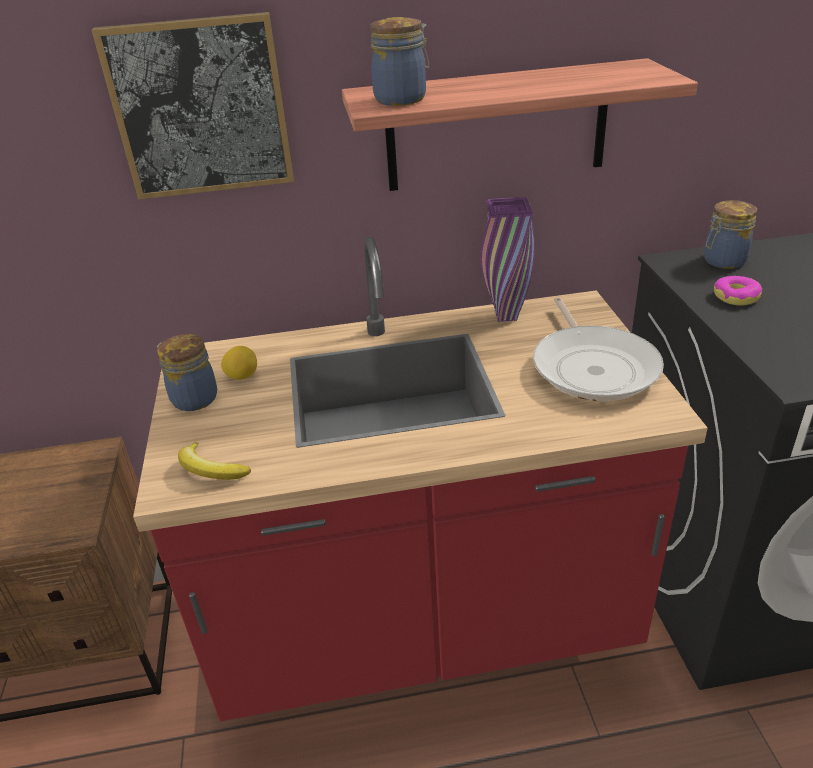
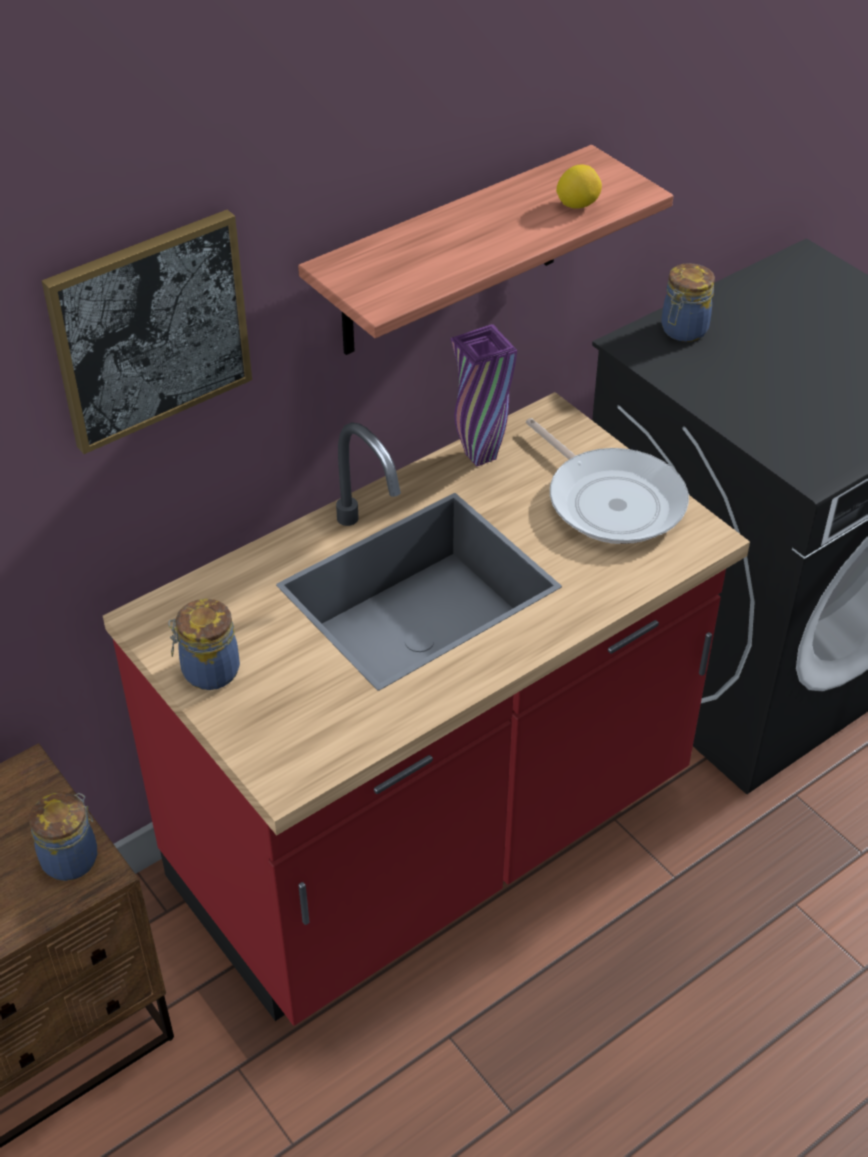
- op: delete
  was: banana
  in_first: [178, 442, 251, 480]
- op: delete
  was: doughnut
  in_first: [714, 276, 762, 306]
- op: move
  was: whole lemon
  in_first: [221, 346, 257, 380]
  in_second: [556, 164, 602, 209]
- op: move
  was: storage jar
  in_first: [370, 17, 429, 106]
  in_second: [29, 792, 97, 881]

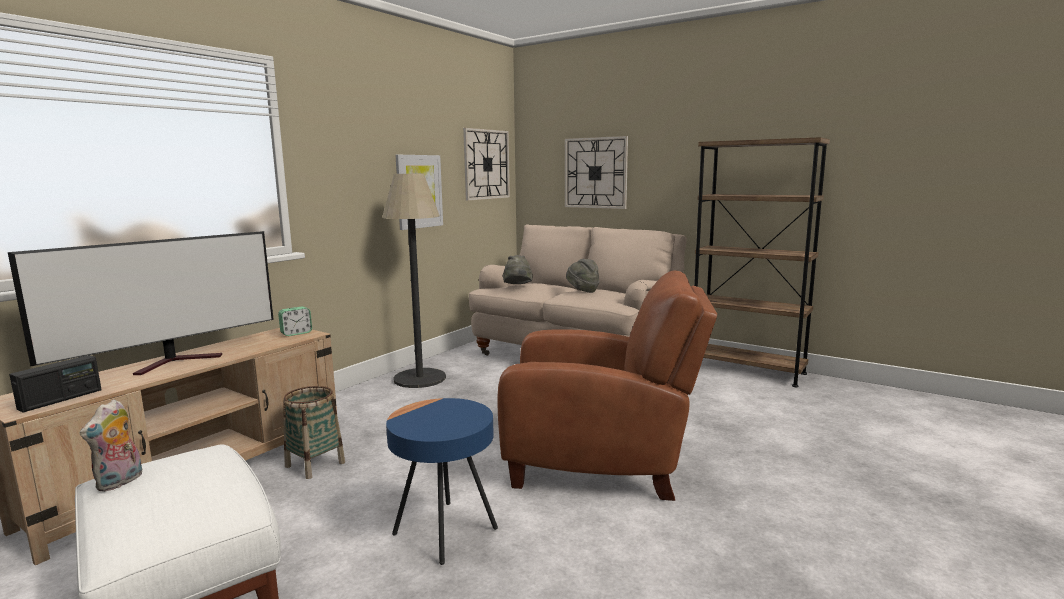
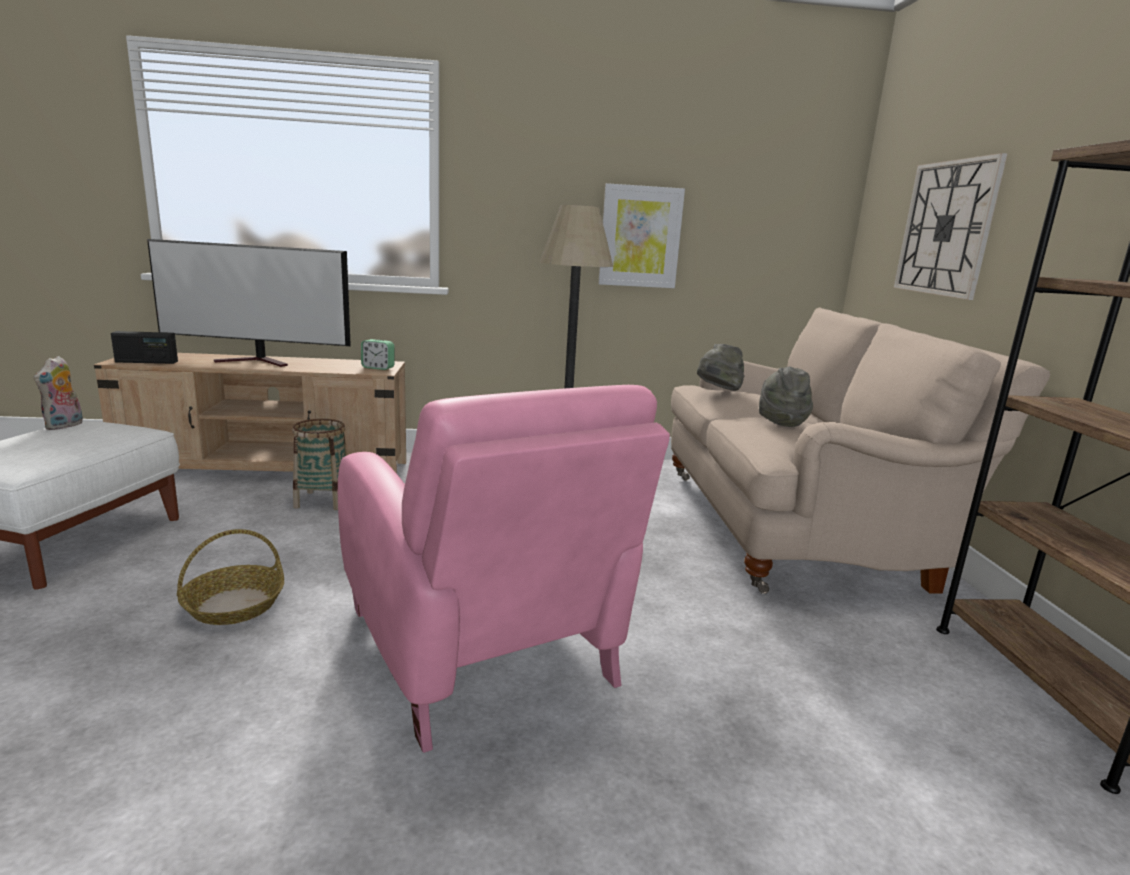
- op: delete
  was: clock on the wall
  in_first: [463, 128, 510, 201]
- op: replace
  was: bluish end table
  now: storage basket
  in_first: [386, 398, 498, 565]
  in_second: [177, 529, 284, 625]
- op: recolor
  was: brown-coloured armchair
  now: pink-coloured armchair
  in_first: [497, 270, 717, 501]
  in_second: [338, 385, 670, 753]
- op: rotate
  was: plush toy
  in_first: [80, 399, 142, 492]
  in_second: [34, 356, 83, 430]
  clockwise: -60

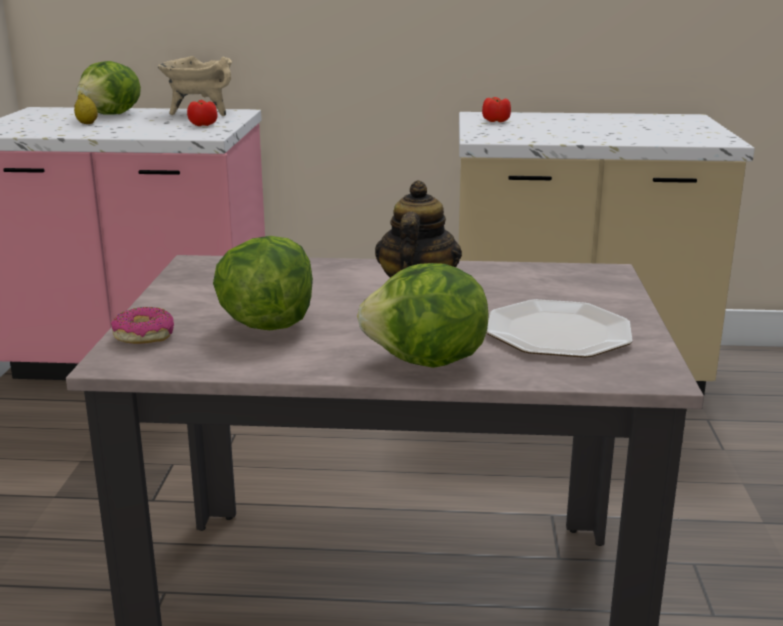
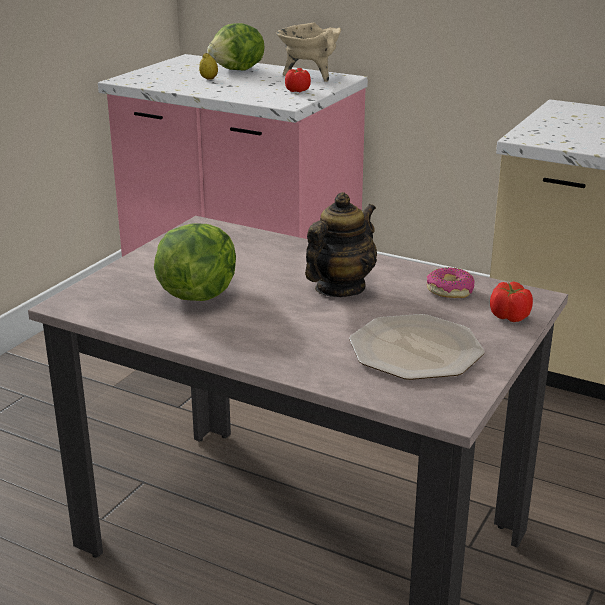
- op: delete
  was: head of lettuce
  in_first: [357, 263, 489, 368]
- op: move
  was: doughnut
  in_first: [111, 307, 174, 344]
  in_second: [427, 267, 475, 298]
- op: move
  was: fresh tomato
  in_first: [482, 97, 511, 122]
  in_second: [490, 281, 533, 322]

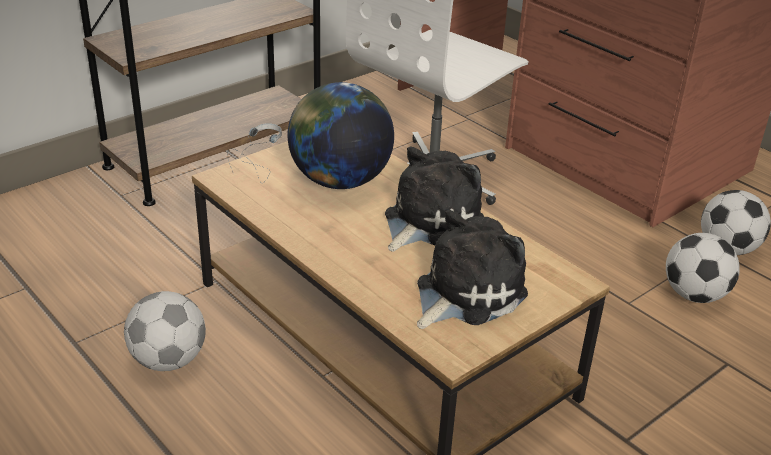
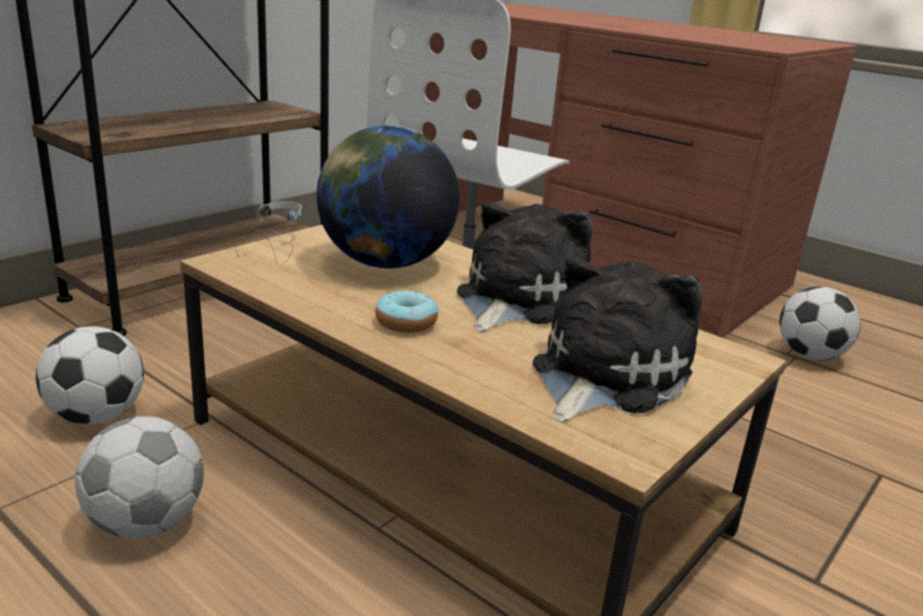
- op: insert
  now: doughnut
  in_second: [375, 289, 439, 333]
- op: move
  was: ball for football
  in_first: [666, 233, 740, 303]
  in_second: [36, 326, 144, 424]

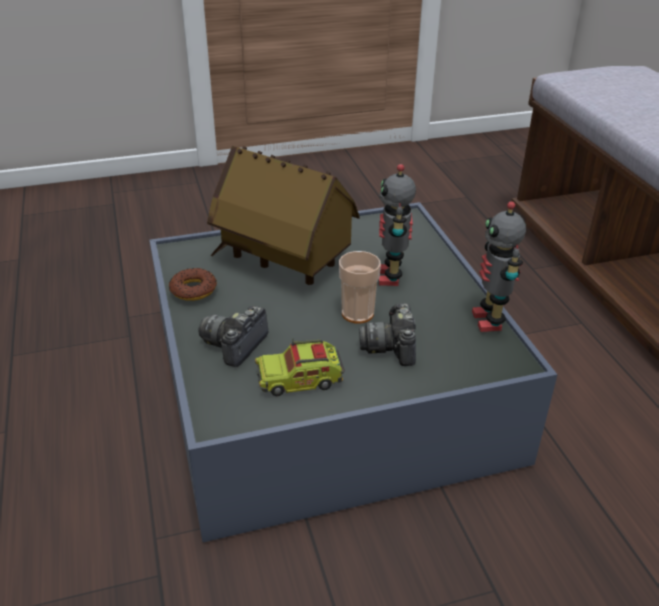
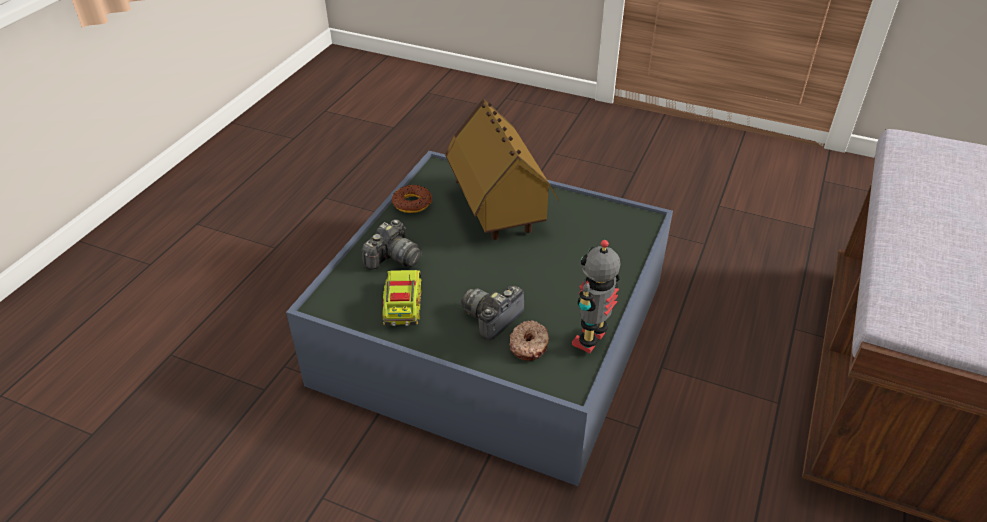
- op: delete
  was: cup
  in_first: [339, 251, 381, 324]
- op: delete
  was: toy robot
  in_first: [379, 164, 416, 286]
- op: insert
  now: doughnut
  in_second: [509, 320, 549, 361]
- op: rotate
  was: still camera
  in_first: [198, 306, 268, 367]
  in_second: [362, 219, 422, 270]
  clockwise: 150
- op: rotate
  was: model truck
  in_first: [255, 340, 345, 396]
  in_second: [382, 270, 422, 326]
  clockwise: 60

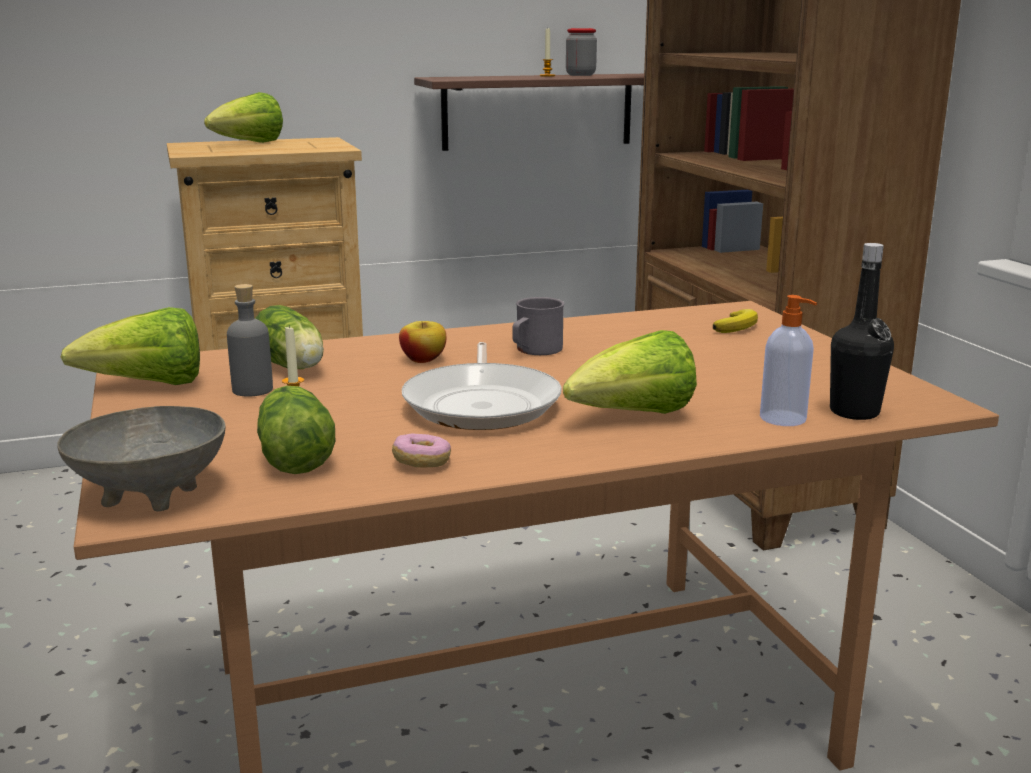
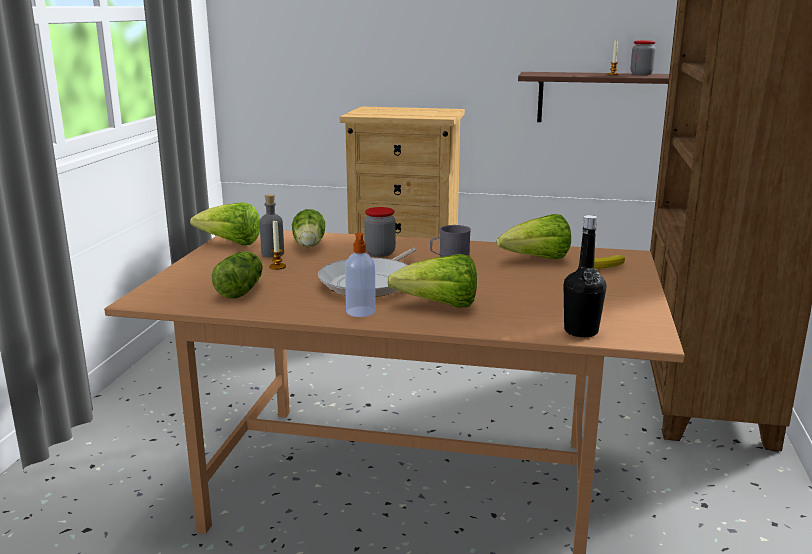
- op: delete
  was: gray bowl
  in_first: [57, 406, 226, 511]
- op: delete
  was: doughnut
  in_first: [392, 433, 451, 467]
- op: move
  was: head of lettuce
  in_first: [204, 92, 283, 143]
  in_second: [497, 214, 571, 259]
- op: move
  was: liquid soap bottle
  in_first: [760, 295, 817, 426]
  in_second: [345, 233, 376, 317]
- op: replace
  was: apple
  now: storage jar
  in_first: [399, 321, 447, 363]
  in_second: [364, 207, 396, 257]

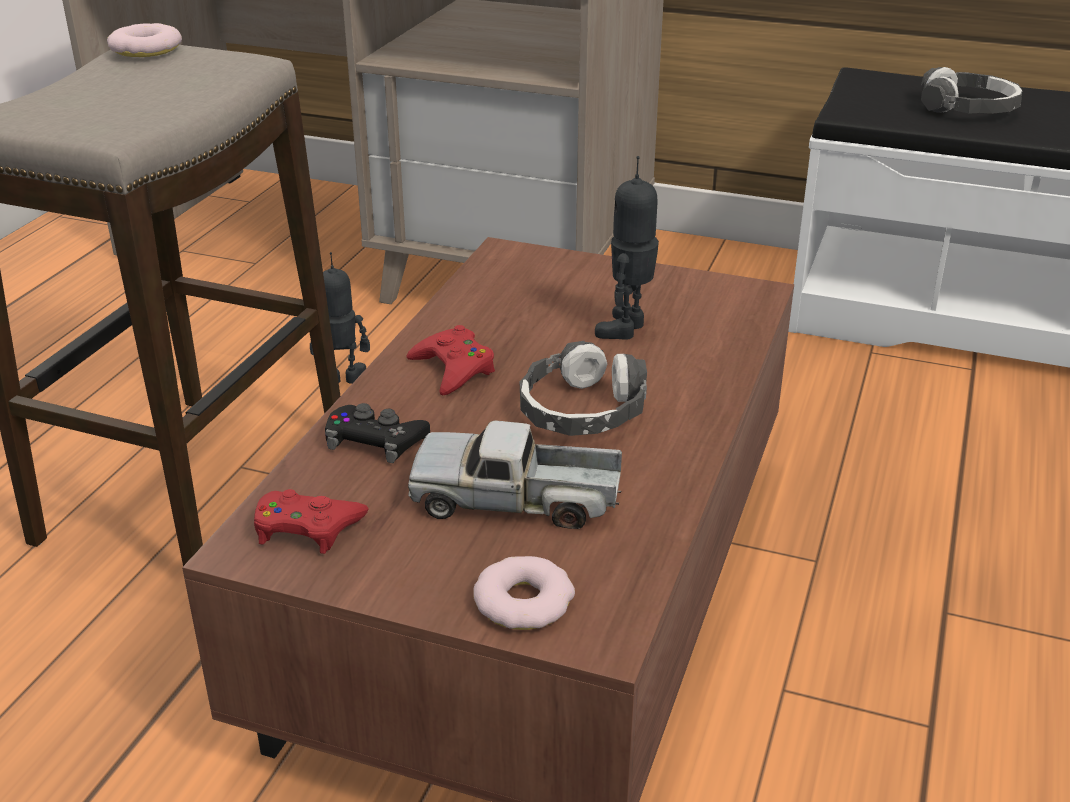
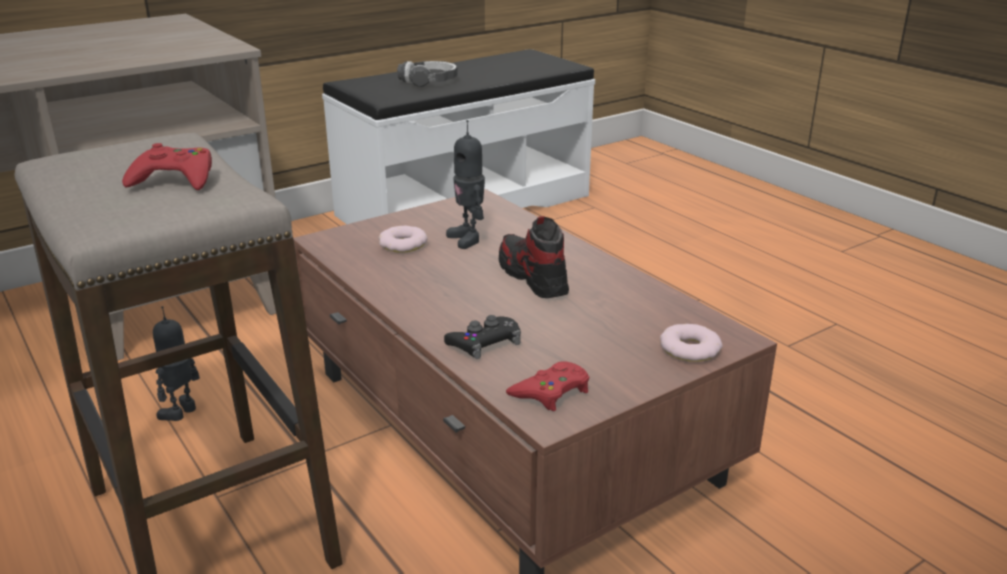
- op: delete
  was: model truck
  in_first: [408, 420, 622, 529]
- op: move
  was: doughnut
  in_first: [107, 23, 182, 57]
  in_second: [379, 226, 428, 253]
- op: move
  was: reddish joypad
  in_first: [407, 325, 495, 395]
  in_second: [122, 143, 212, 190]
- op: replace
  was: headset
  now: shoe
  in_first: [520, 341, 647, 436]
  in_second: [499, 216, 569, 298]

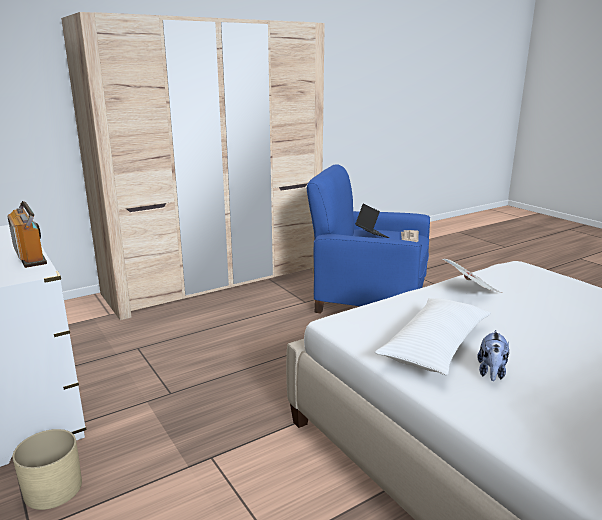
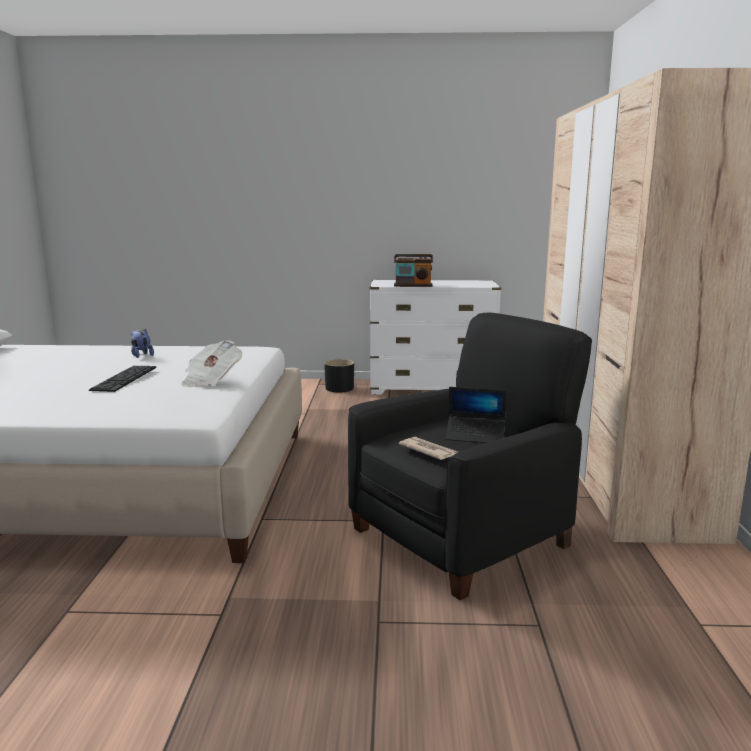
- op: delete
  was: whitish cushion
  in_first: [375, 298, 491, 375]
- op: insert
  now: keyboard
  in_second: [89, 366, 156, 392]
- op: recolor
  was: beige flower pot
  now: black-coloured flower pot
  in_first: [13, 429, 82, 510]
  in_second: [324, 359, 354, 392]
- op: recolor
  was: bluish armchair
  now: black-coloured armchair
  in_first: [307, 164, 430, 314]
  in_second: [348, 312, 592, 600]

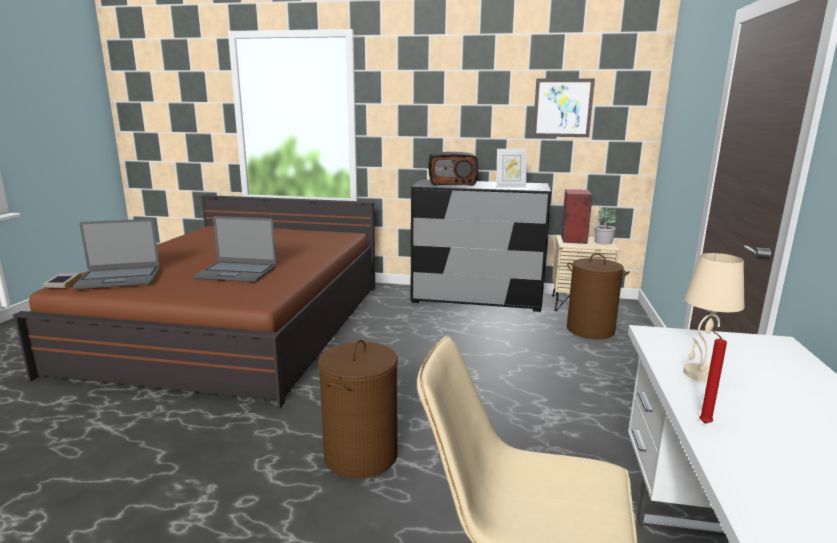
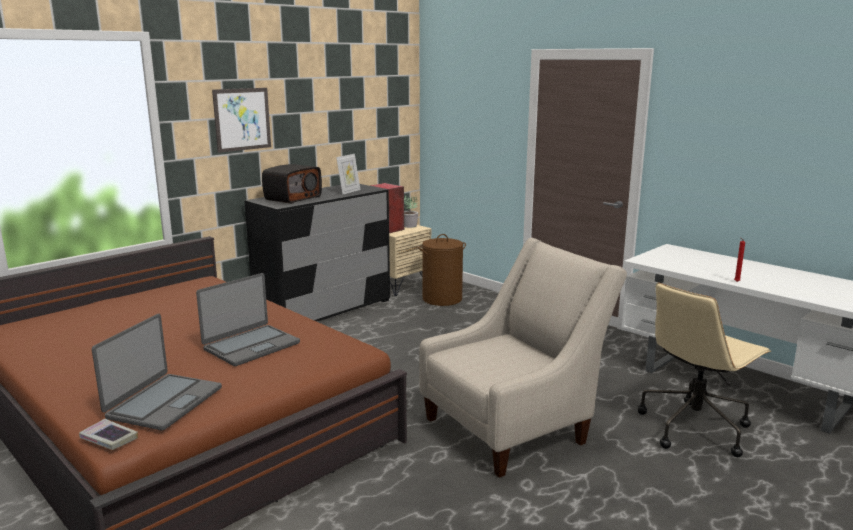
- op: delete
  was: beige tabletop lamp
  in_first: [684, 253, 744, 382]
- op: move
  was: wall picture
  in_first: [532, 78, 595, 137]
  in_second: [212, 88, 271, 153]
- op: replace
  was: brown-coloured laundry basket
  now: beige armchair
  in_first: [318, 340, 398, 479]
  in_second: [419, 238, 627, 478]

